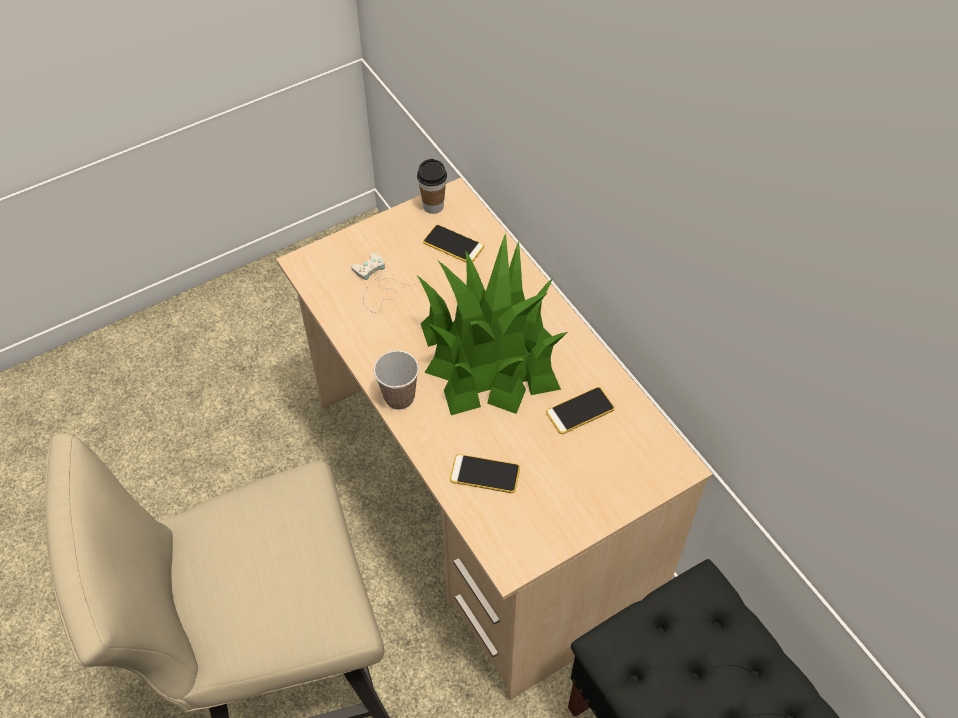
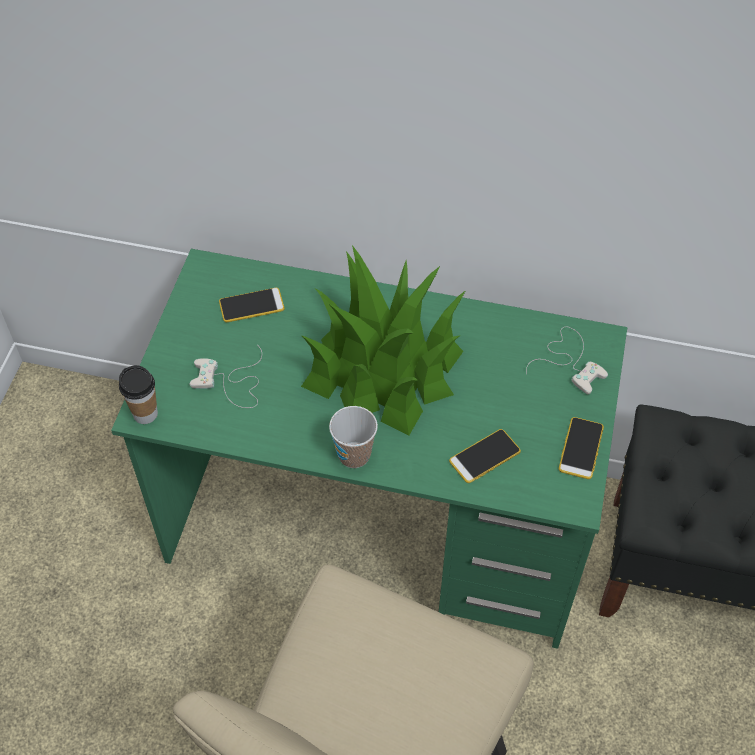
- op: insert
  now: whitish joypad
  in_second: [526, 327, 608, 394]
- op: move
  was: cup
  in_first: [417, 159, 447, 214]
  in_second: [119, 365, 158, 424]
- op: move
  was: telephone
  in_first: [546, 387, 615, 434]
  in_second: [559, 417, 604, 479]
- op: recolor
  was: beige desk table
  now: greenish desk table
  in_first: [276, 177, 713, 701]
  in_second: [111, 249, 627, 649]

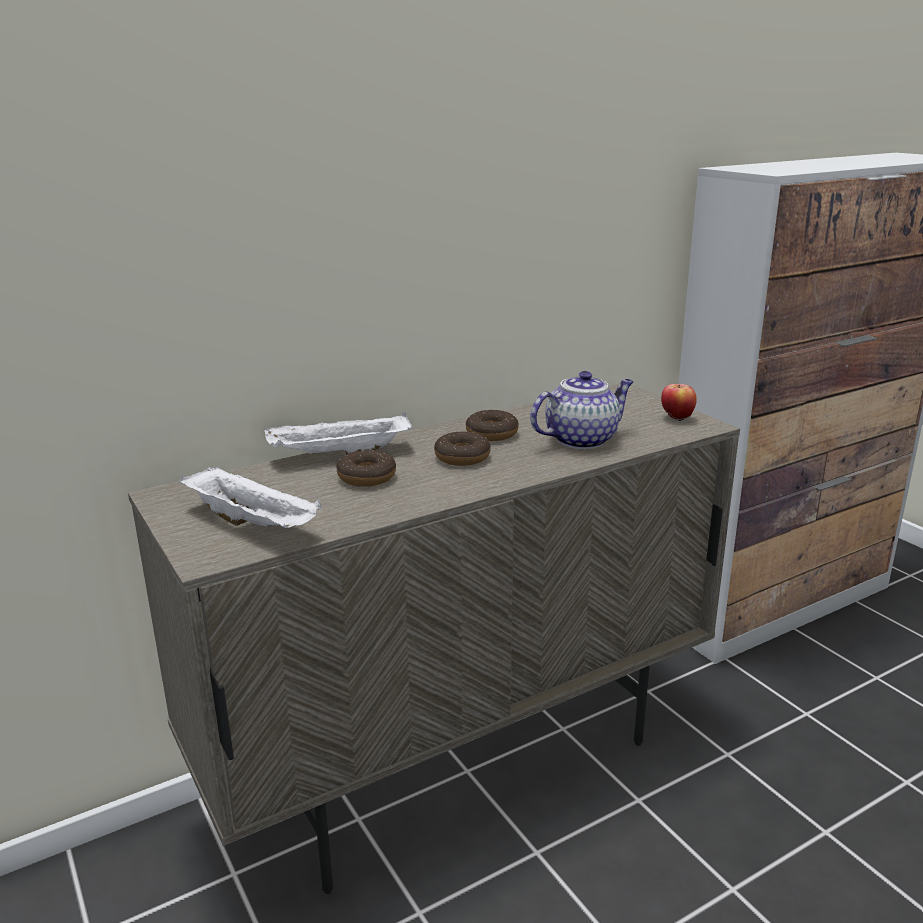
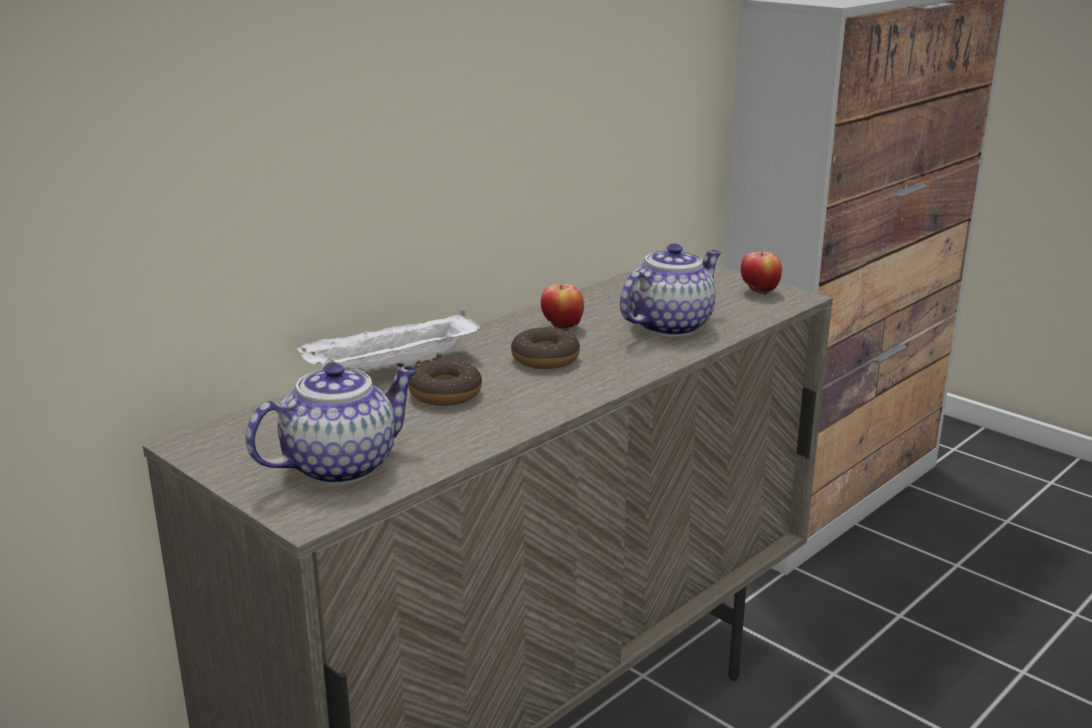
- op: replace
  was: whitish tray
  now: teapot
  in_first: [180, 466, 322, 528]
  in_second: [246, 362, 418, 485]
- op: replace
  was: doughnut
  now: apple
  in_first: [466, 410, 519, 441]
  in_second: [541, 284, 584, 330]

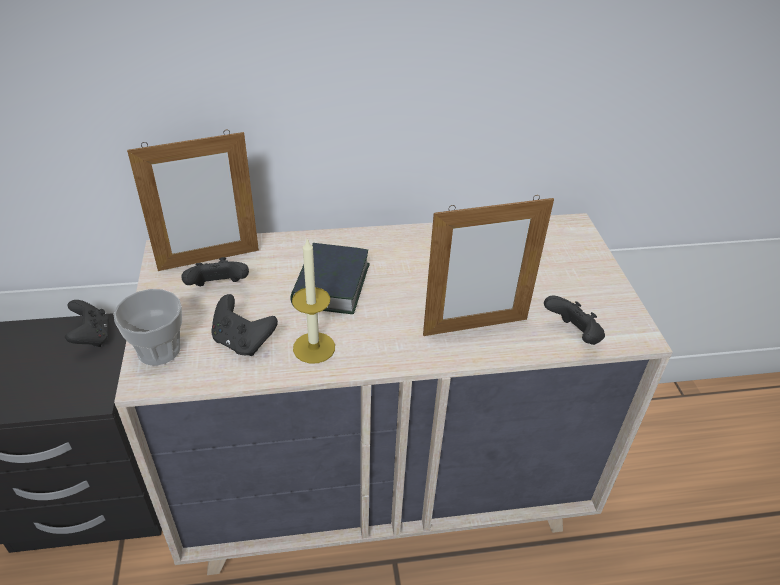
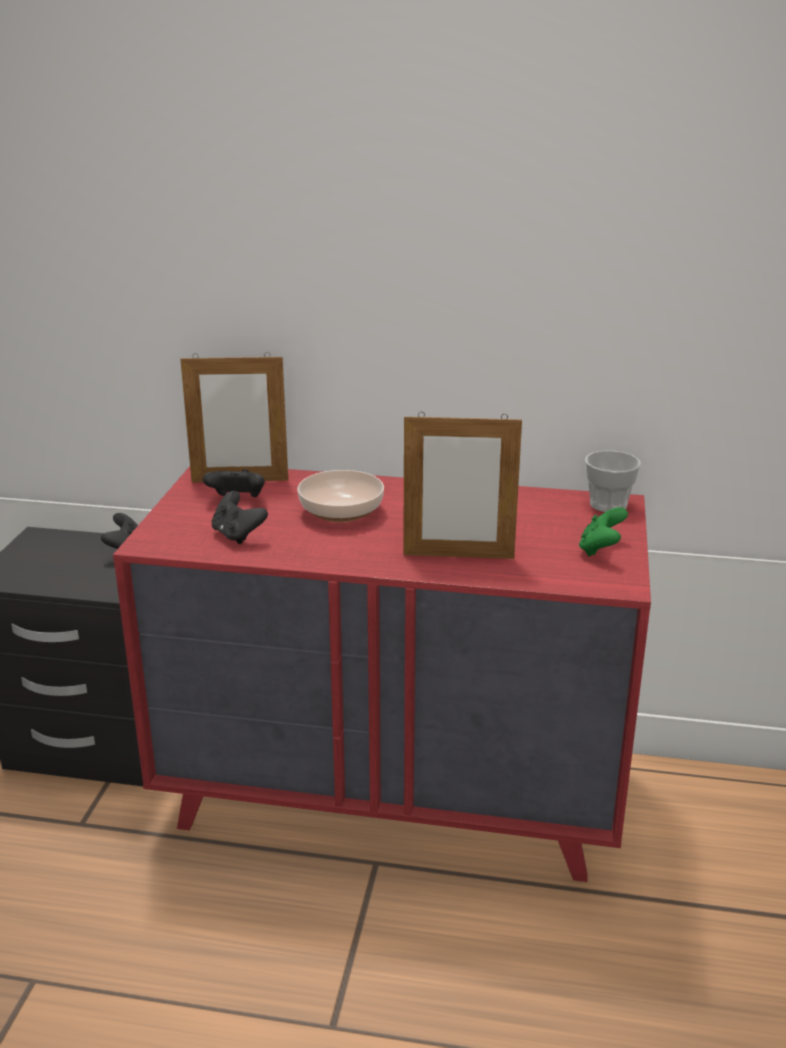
- op: delete
  was: wax candle
  in_first: [292, 238, 335, 363]
- op: delete
  was: black-coloured joypad
  in_first: [544, 295, 605, 345]
- op: insert
  now: greenish joypad
  in_second: [579, 507, 628, 557]
- op: move
  was: cup
  in_first: [113, 289, 182, 366]
  in_second: [585, 450, 641, 512]
- op: replace
  was: bound book
  now: bowl
  in_first: [290, 243, 370, 314]
  in_second: [297, 470, 384, 523]
- op: recolor
  was: beige chest of drawers
  now: reddish chest of drawers
  in_first: [114, 213, 673, 575]
  in_second: [113, 466, 651, 882]

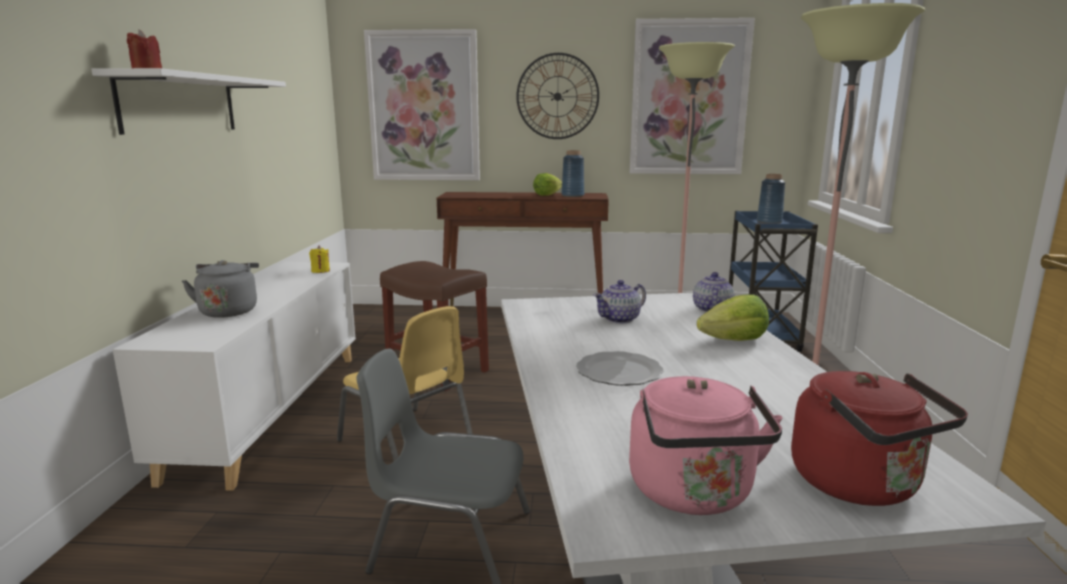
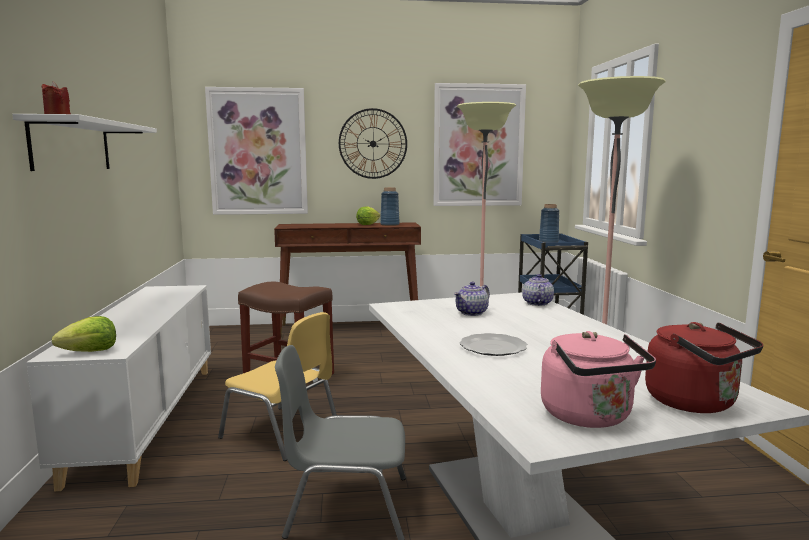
- op: delete
  was: gray tea kettle
  in_first: [182, 260, 259, 318]
- op: delete
  was: yellow wax candle
  in_first: [309, 246, 330, 273]
- op: move
  was: head of lettuce
  in_first: [697, 294, 769, 341]
  in_second: [52, 316, 116, 352]

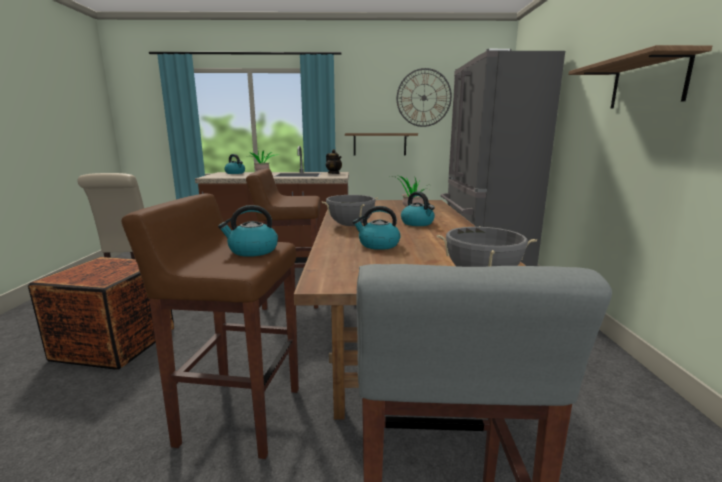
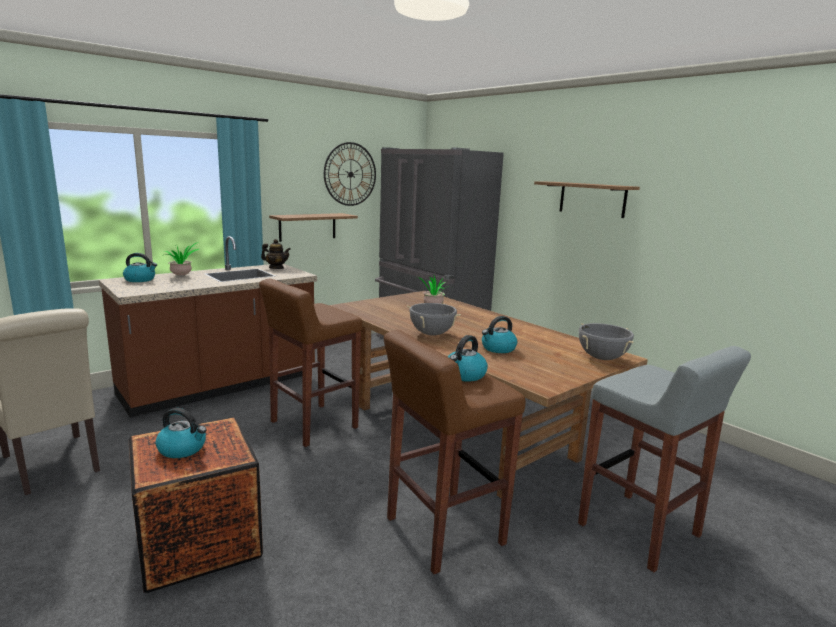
- op: move
  was: tea kettle
  in_first: [401, 192, 435, 226]
  in_second: [155, 408, 207, 458]

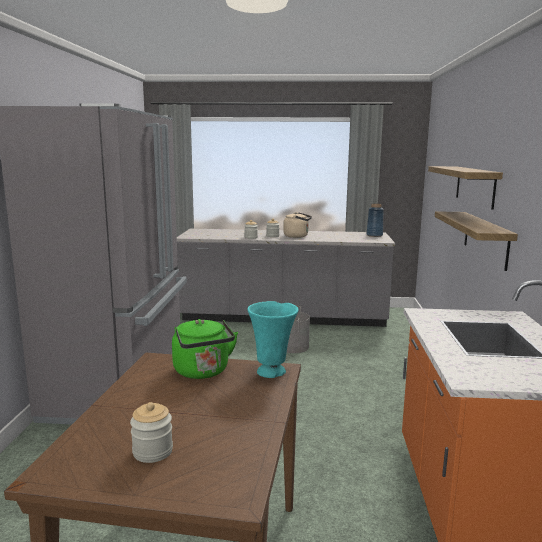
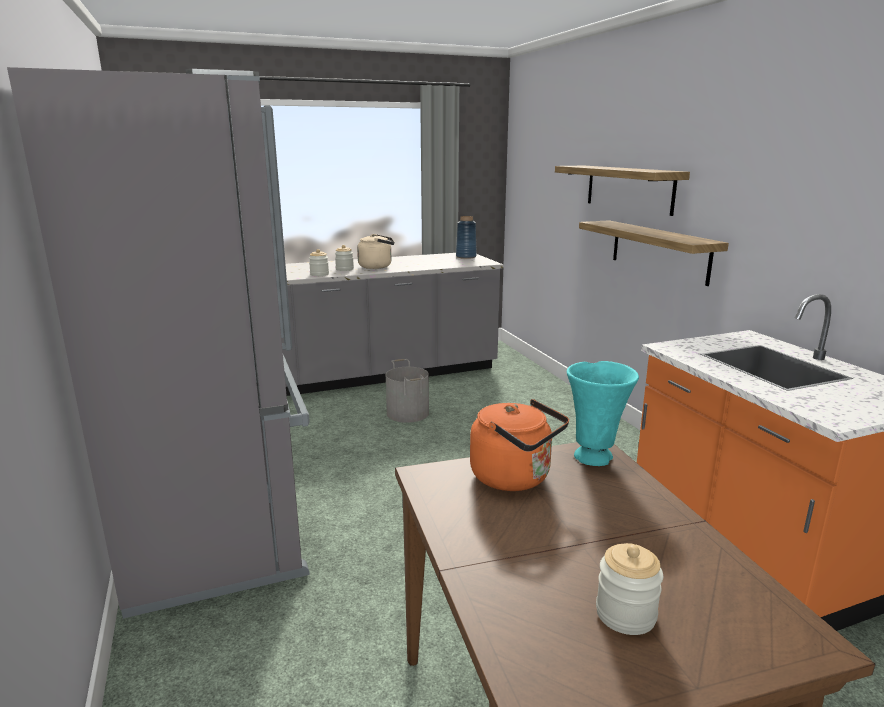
- op: recolor
  was: greenish tea kettle
  now: orangey tea kettle
  in_first: [172, 319, 238, 379]
  in_second: [470, 399, 569, 491]

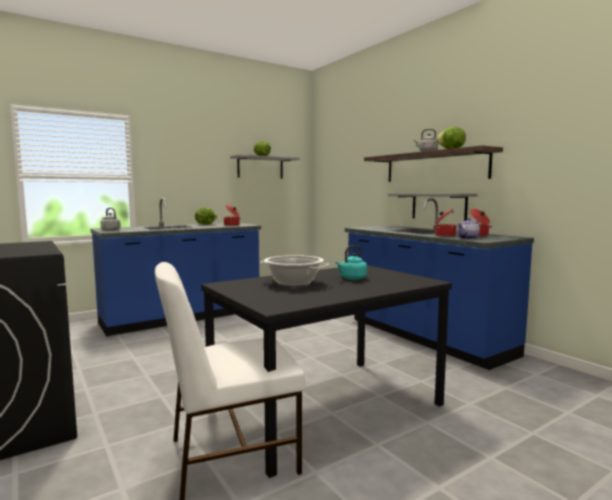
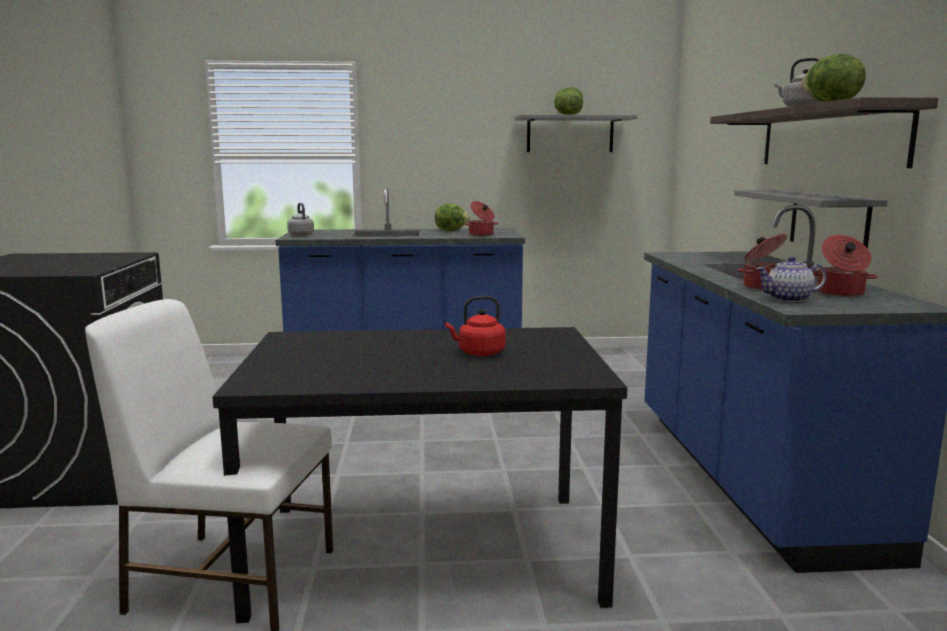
- op: delete
  was: stockpot
  in_first: [260, 255, 329, 287]
- op: recolor
  was: blue-green tea kettle
  now: reddish tea kettle
  in_first: [336, 245, 367, 280]
  in_second: [445, 296, 505, 356]

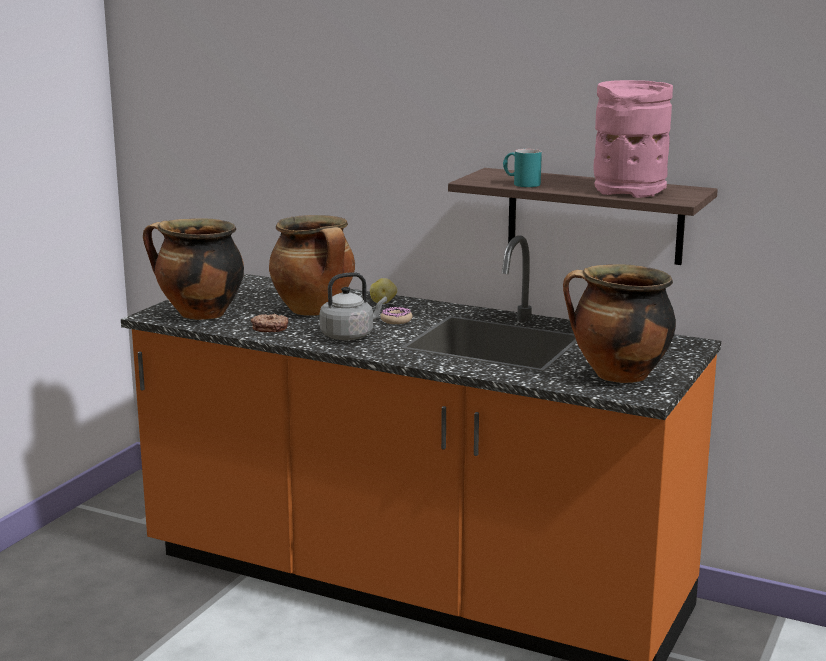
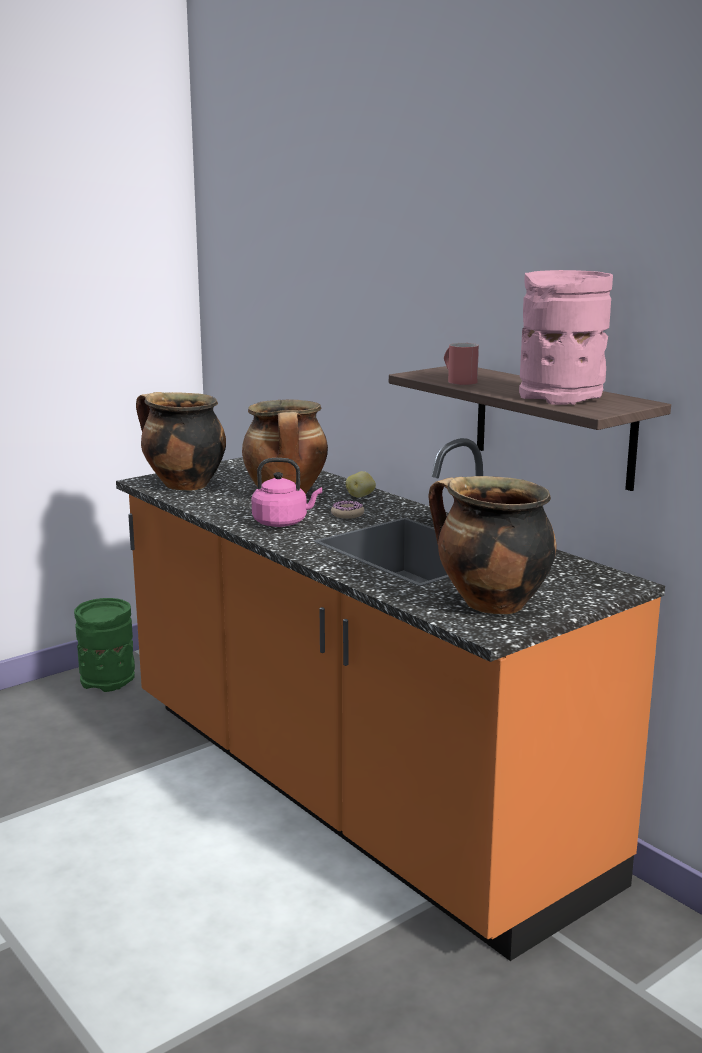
- op: delete
  was: doughnut
  in_first: [251, 313, 289, 332]
- op: insert
  now: greenish decorative vase
  in_second: [74, 598, 135, 692]
- op: recolor
  was: gray tea kettle
  now: pink-coloured tea kettle
  in_first: [320, 272, 387, 340]
  in_second: [251, 458, 322, 527]
- op: recolor
  was: blue-green coffee mug
  now: reddish coffee mug
  in_first: [503, 149, 542, 187]
  in_second: [444, 343, 479, 385]

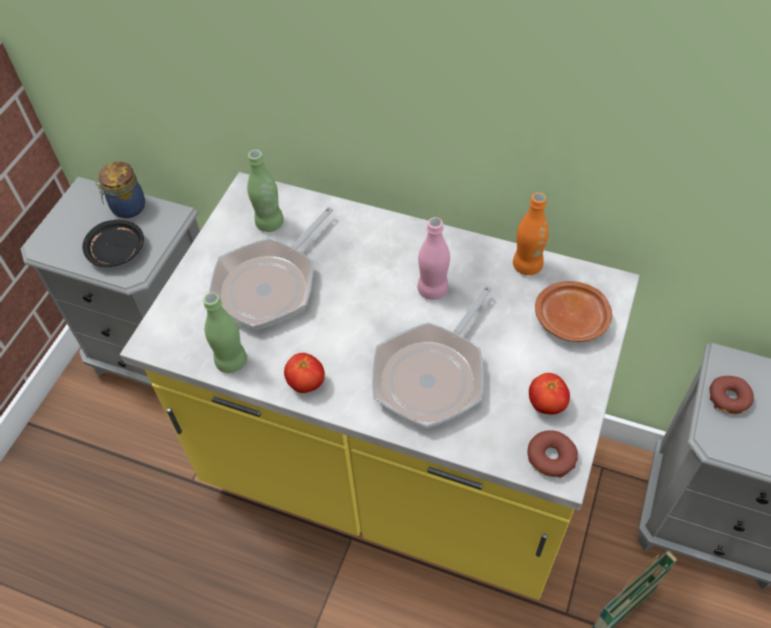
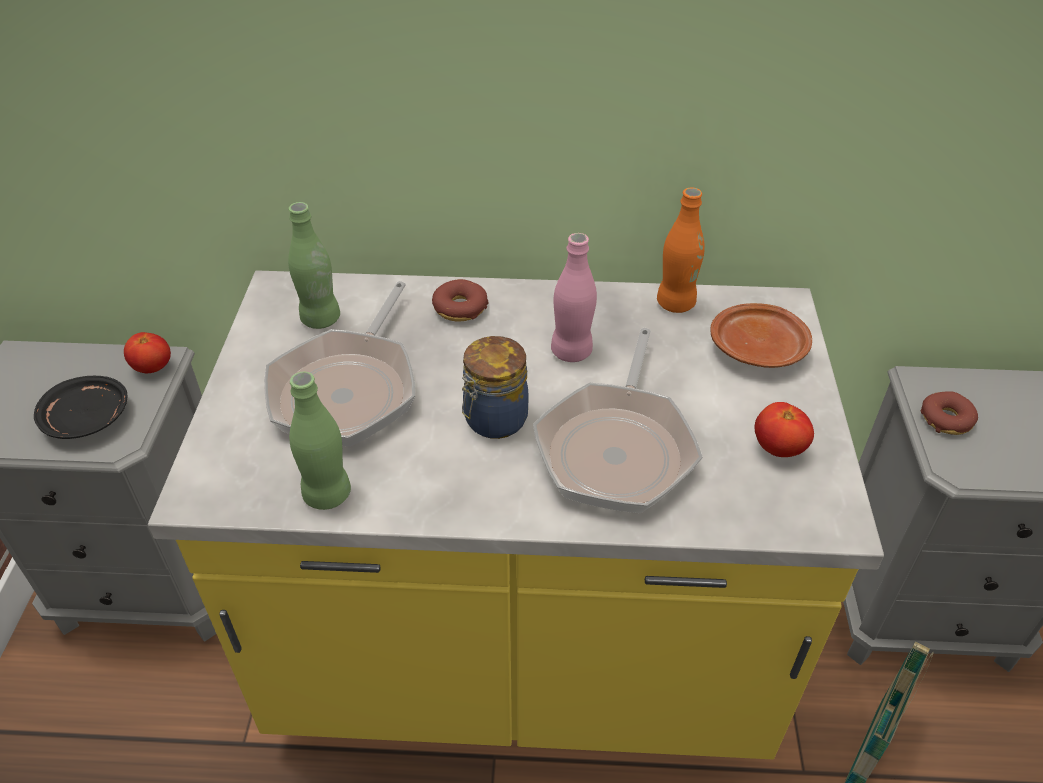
- op: move
  was: storage jar
  in_first: [95, 162, 145, 218]
  in_second: [462, 336, 528, 439]
- op: move
  was: fresh tomato
  in_first: [284, 353, 325, 393]
  in_second: [124, 332, 171, 373]
- op: move
  was: doughnut
  in_first: [527, 430, 578, 478]
  in_second: [432, 279, 488, 321]

